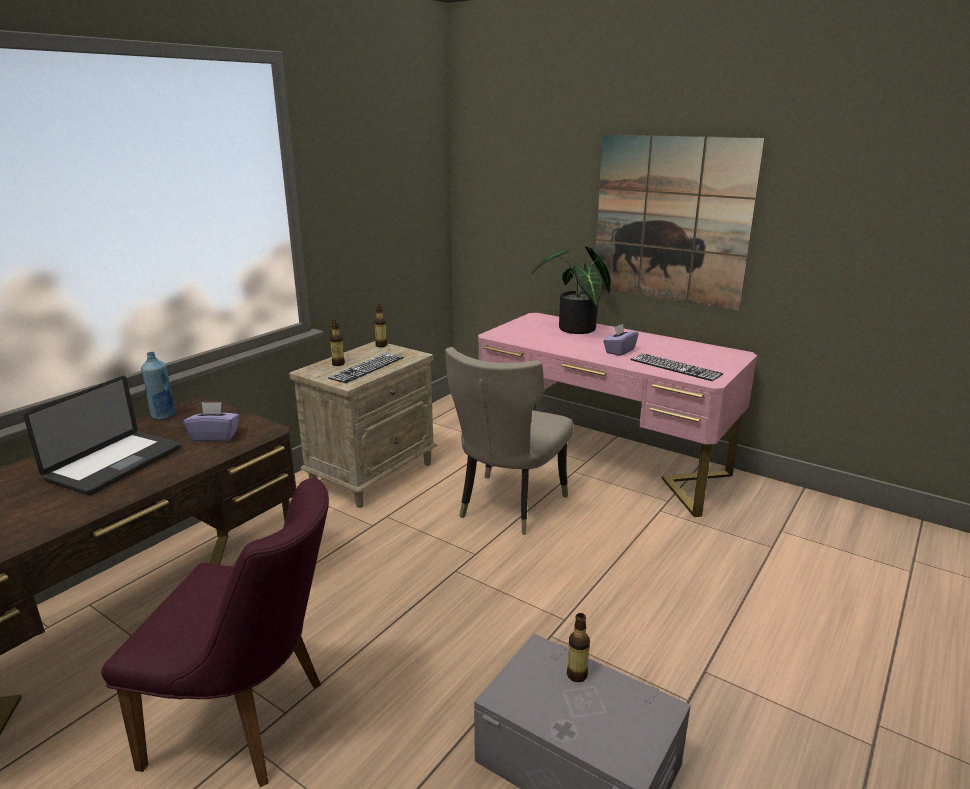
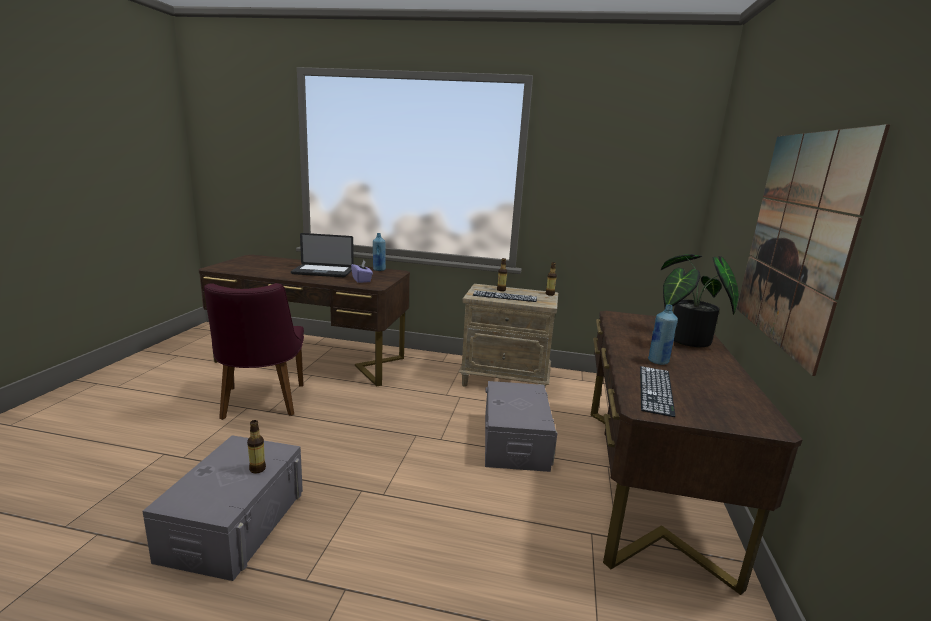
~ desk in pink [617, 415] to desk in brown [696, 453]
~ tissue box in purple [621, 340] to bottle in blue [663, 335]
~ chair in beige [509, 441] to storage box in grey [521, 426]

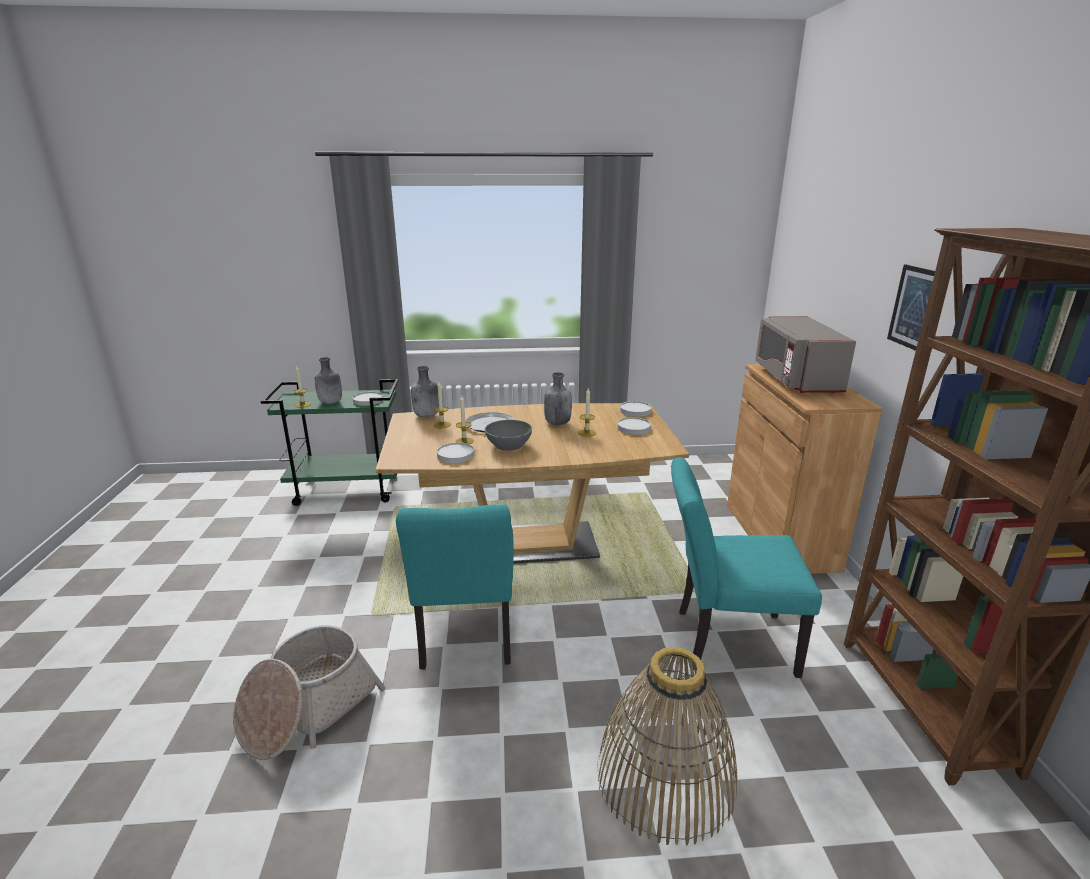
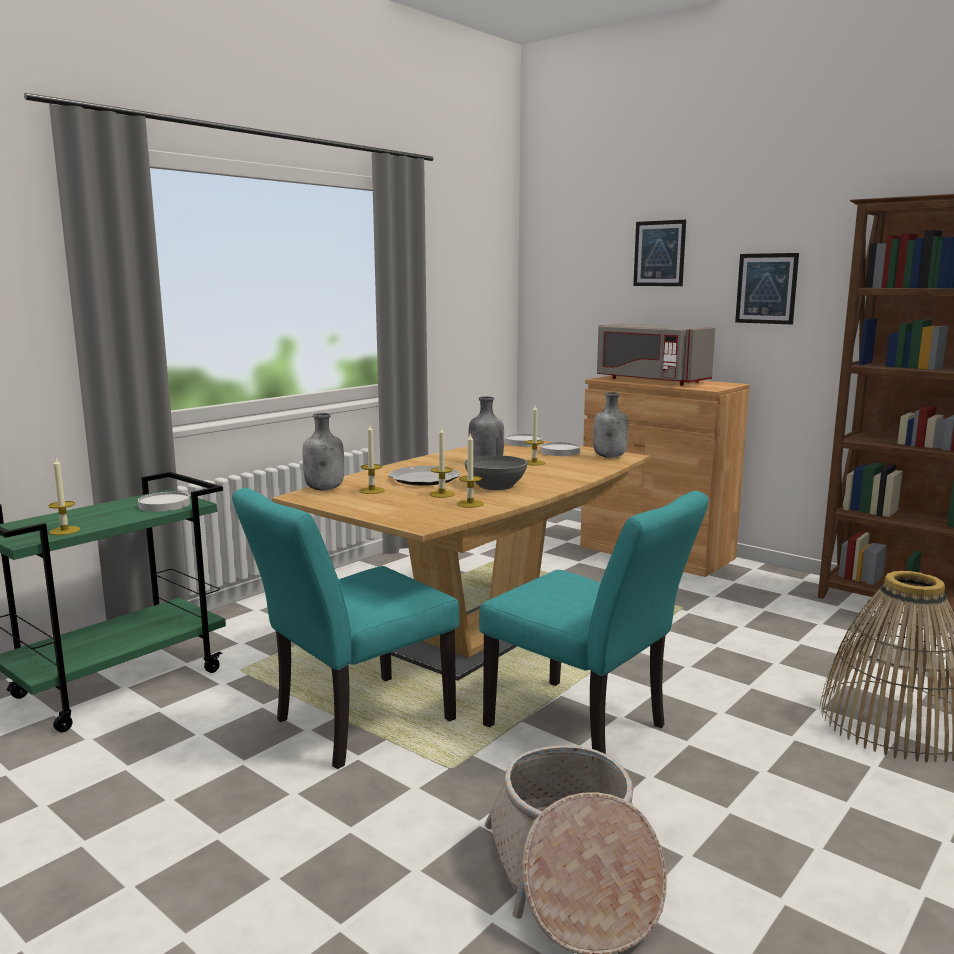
~ bottle in grey [328, 380] to [610, 425]
~ plate in white [455, 453] to candle [470, 471]
~ chair in turquoise [746, 567] to [345, 628]
+ picture [659, 253]

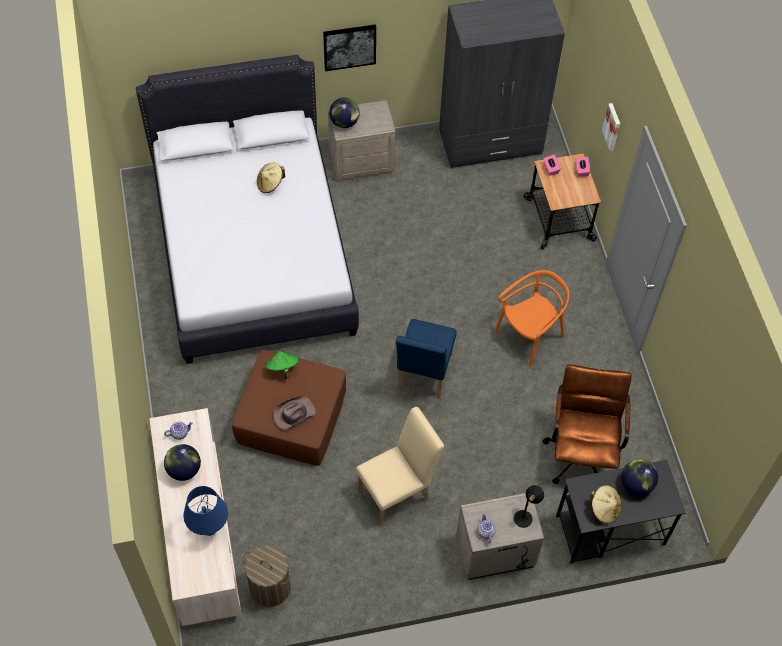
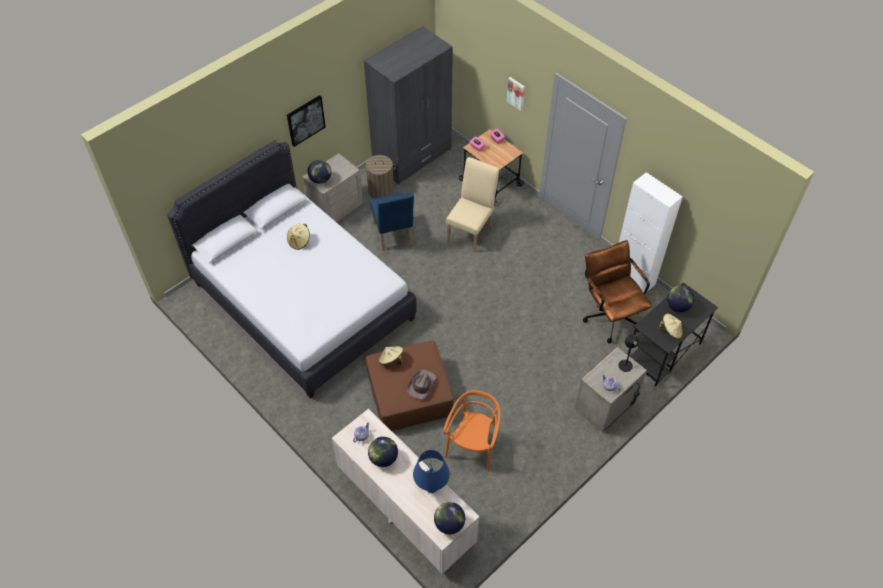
~ chair in orange [531, 318] to [471, 431]
~ chair in blue [426, 358] to [392, 222]
~ hat in green [282, 365] to hat in beige [391, 355]
~ chair in beige [400, 466] to [473, 205]
~ laundry basket [266, 576] to [379, 177]
+ cabinet in white [651, 232]
+ globe [449, 518]

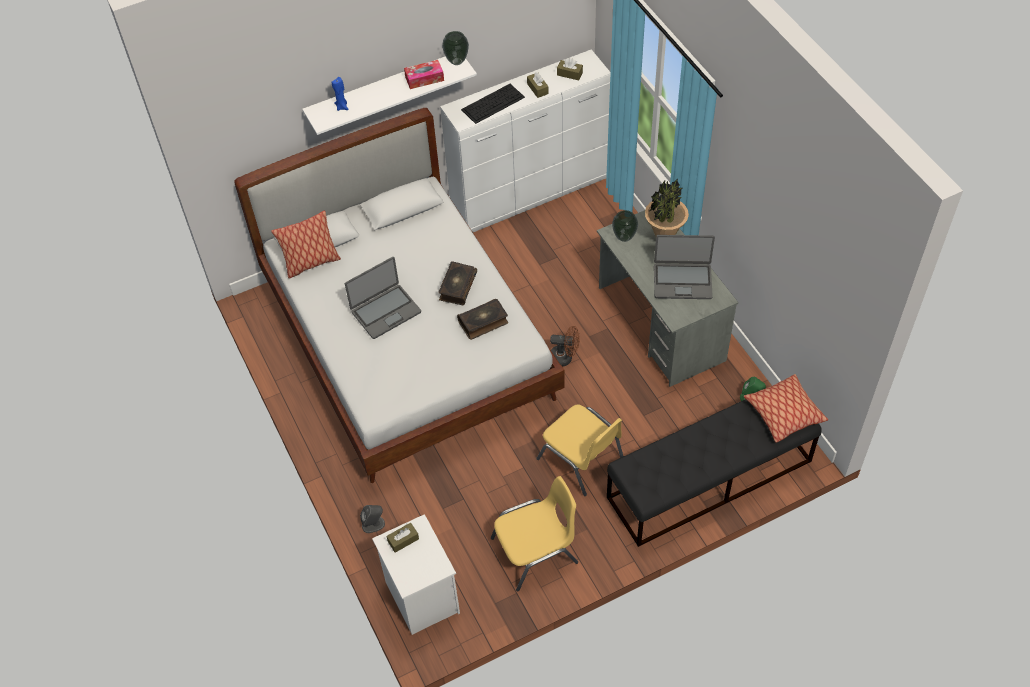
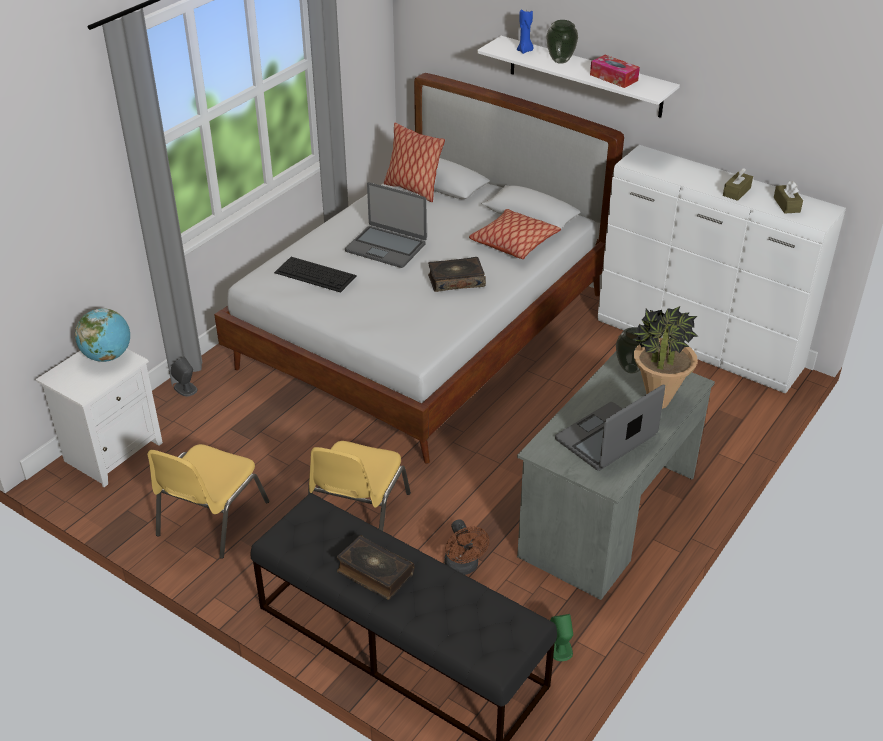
~ vase [455, 48] to [562, 42]
~ keyboard [493, 104] to [315, 275]
~ laptop [684, 267] = [610, 427] 75 degrees clockwise
~ book [482, 319] to [375, 567]
~ fan in brown [565, 346] to [466, 547]
~ pillow [785, 408] to [515, 234]
~ chair in yellow [534, 533] = [208, 501] 75 degrees clockwise
~ tissue box in brown [403, 538] to globe [102, 335]

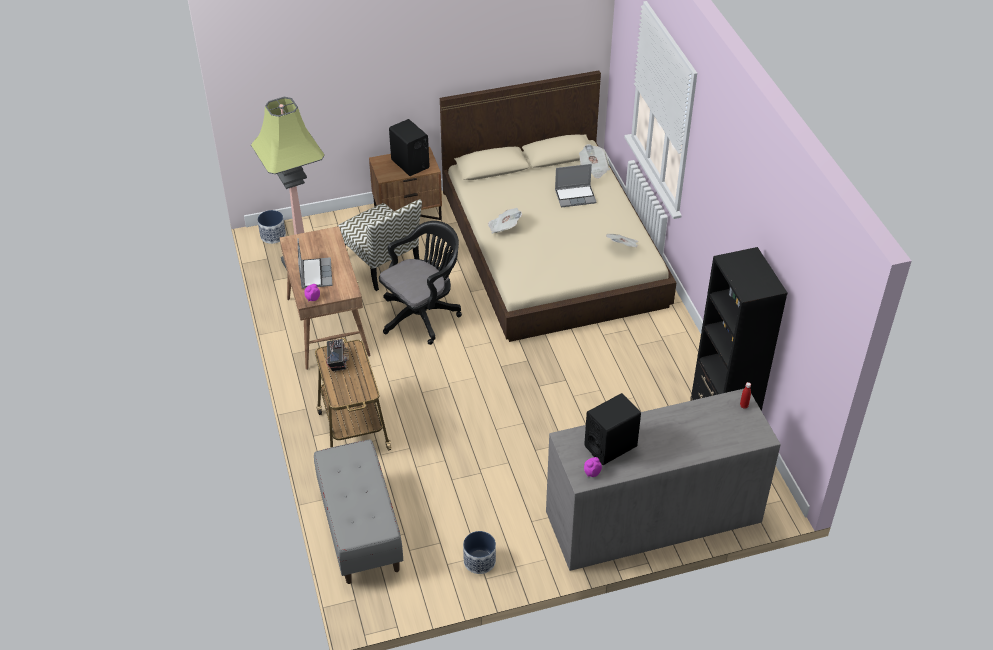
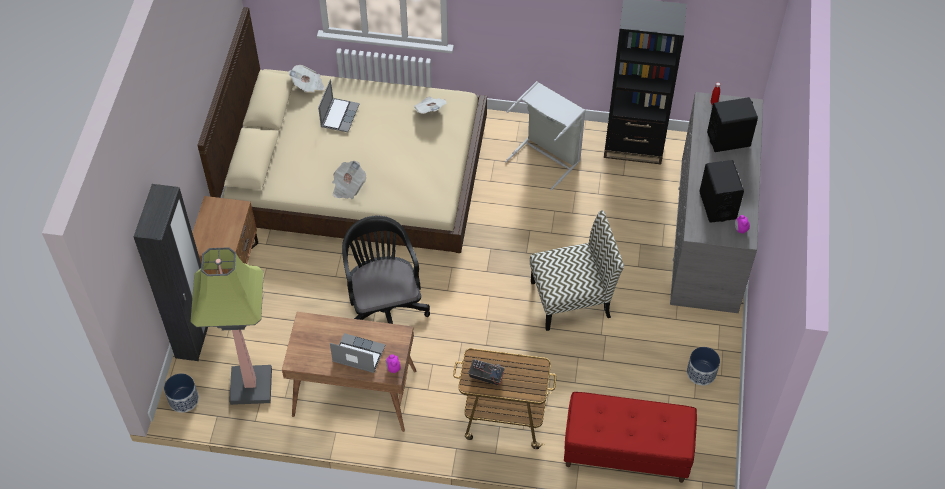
~ speaker in black [409, 147] to [732, 124]
~ chair [379, 245] to [577, 270]
~ bench in grey [358, 512] to bench in red [630, 437]
+ laundry basket in grey [545, 136]
+ wardrobe in black [171, 272]

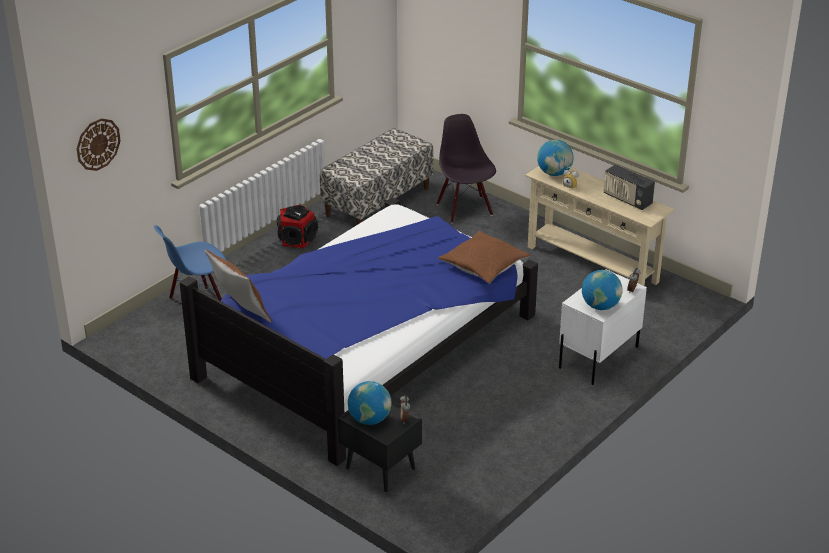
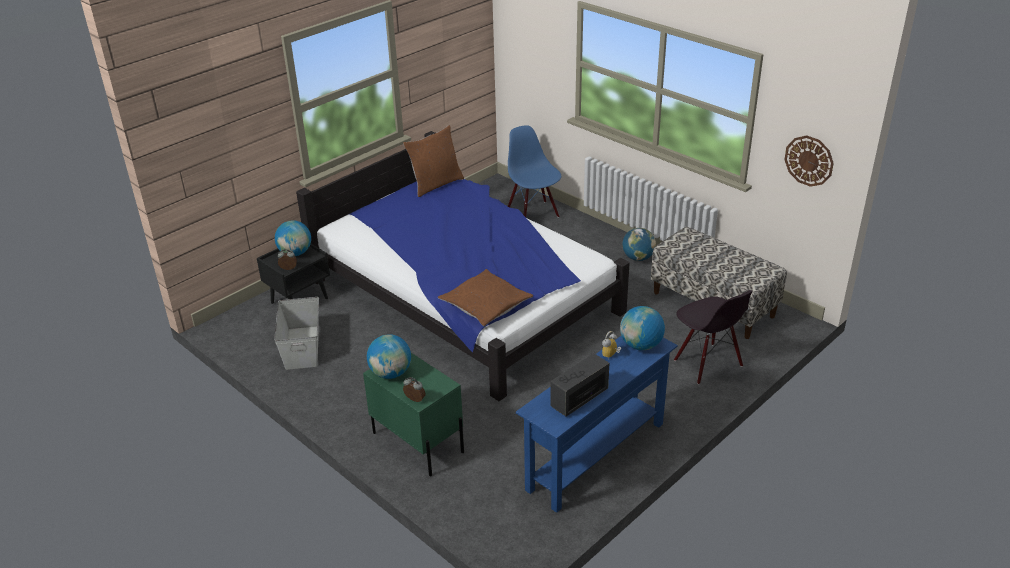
~ chair in black [466, 168] = [713, 337] 75 degrees clockwise
~ wall clock [99, 144] to [809, 161]
~ console table in beige [599, 226] to console table in blue [597, 424]
~ speaker [297, 226] to globe [639, 244]
~ nightstand in white [603, 327] to nightstand in green [413, 414]
+ storage box in grey [296, 333]

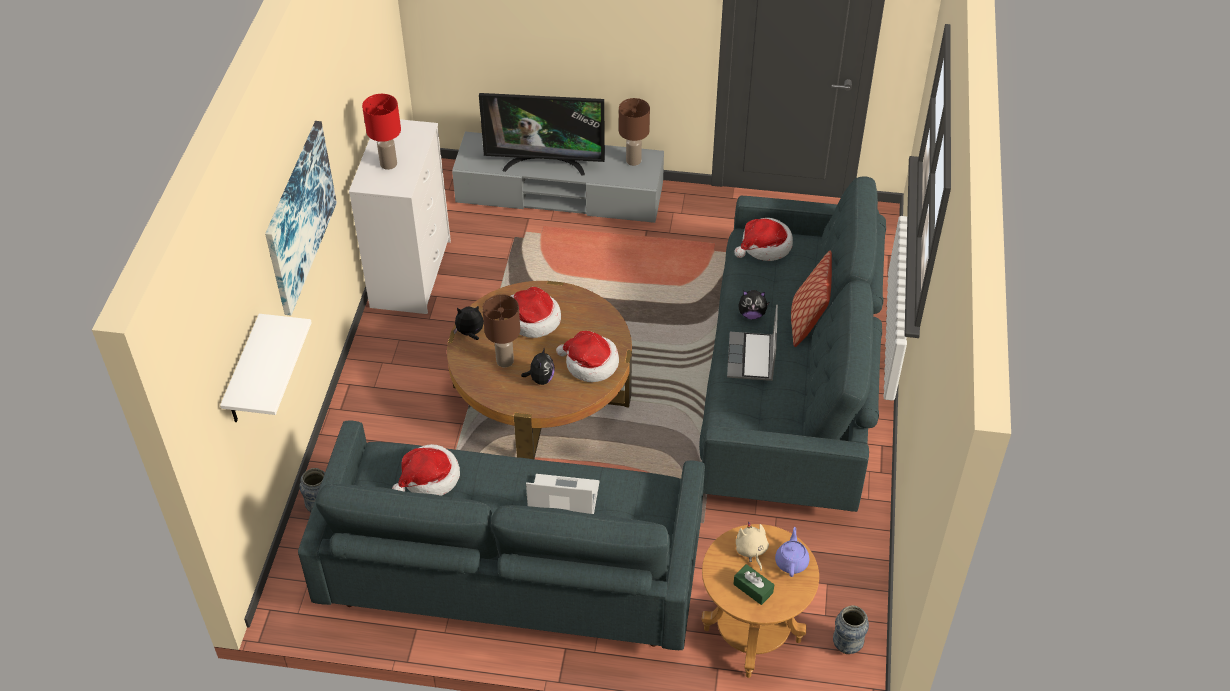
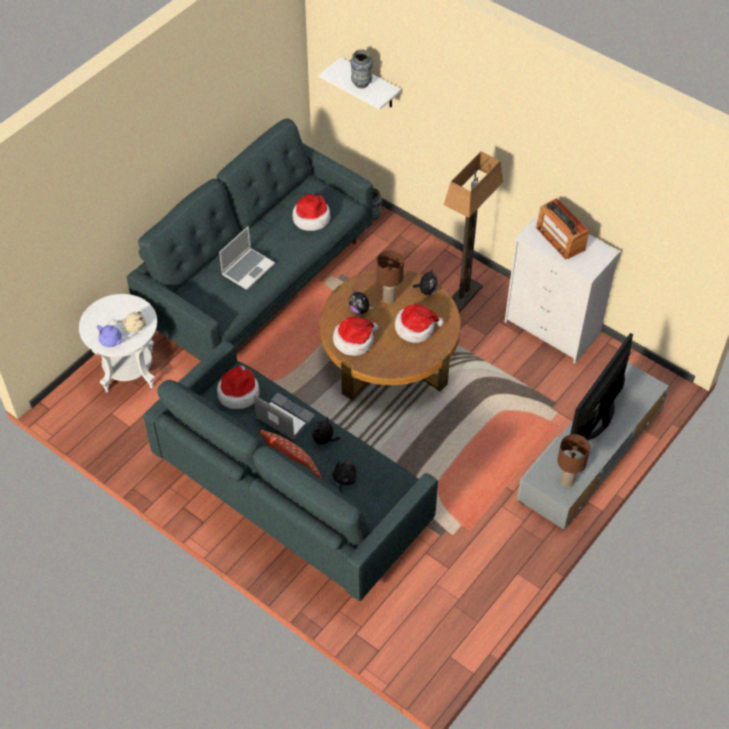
~ table lamp in red [381, 132] to radio [562, 228]
- picture [301, 218]
~ hat [763, 239] to [238, 387]
~ side table in brown [760, 601] to side table in white [118, 343]
- tissue box in green [753, 584]
~ vase [851, 629] to [361, 69]
+ floor lamp [473, 232]
+ plush toy in black [344, 476]

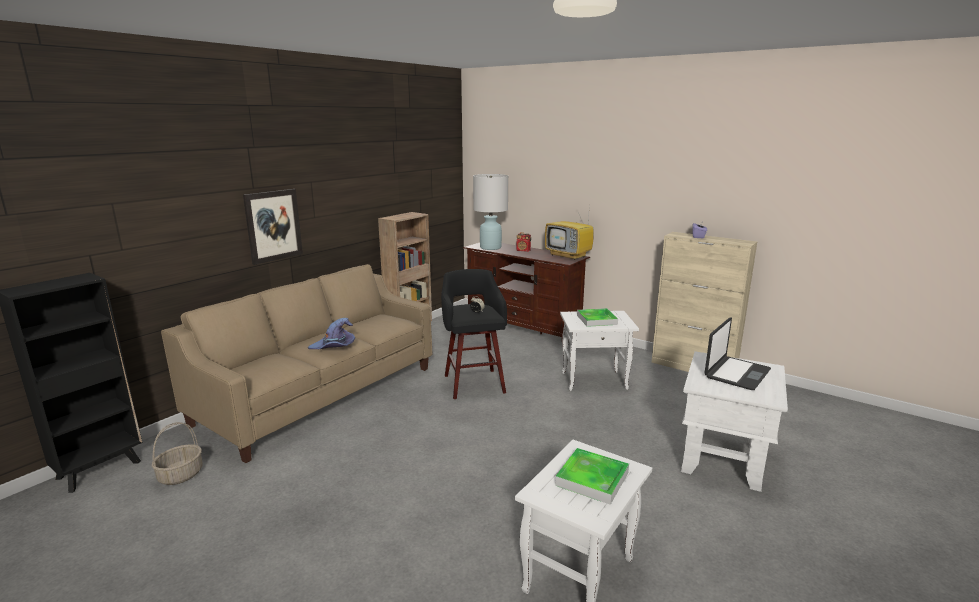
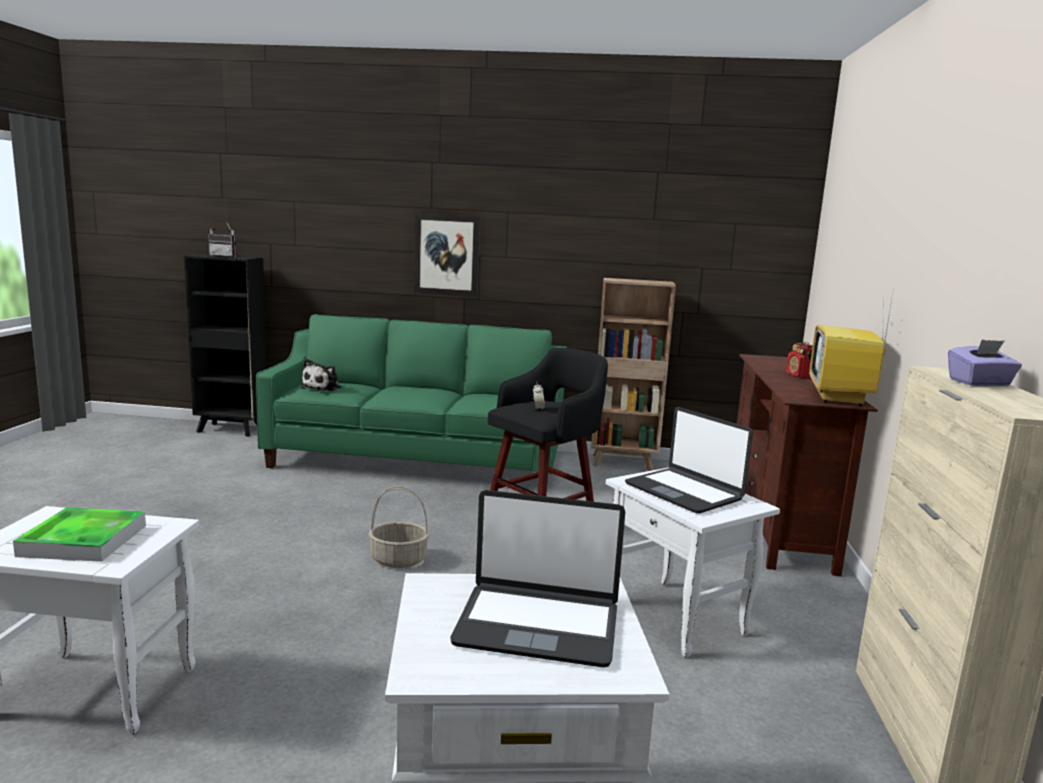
- table lamp in white [490, 212]
~ sofa in beige [296, 363] to sofa in green [411, 394]
~ tray [597, 317] to laptop [689, 460]
- hat in purple [331, 333]
~ basket [177, 453] to [399, 527]
+ radio [222, 240]
+ plush toy [321, 375]

